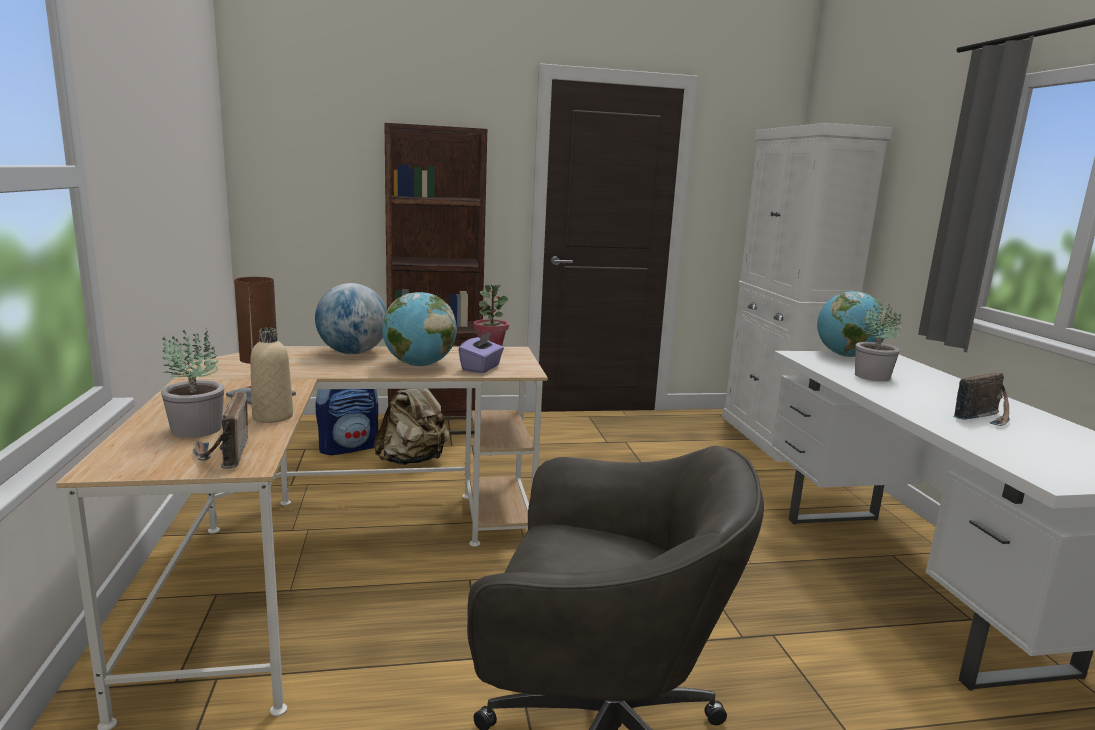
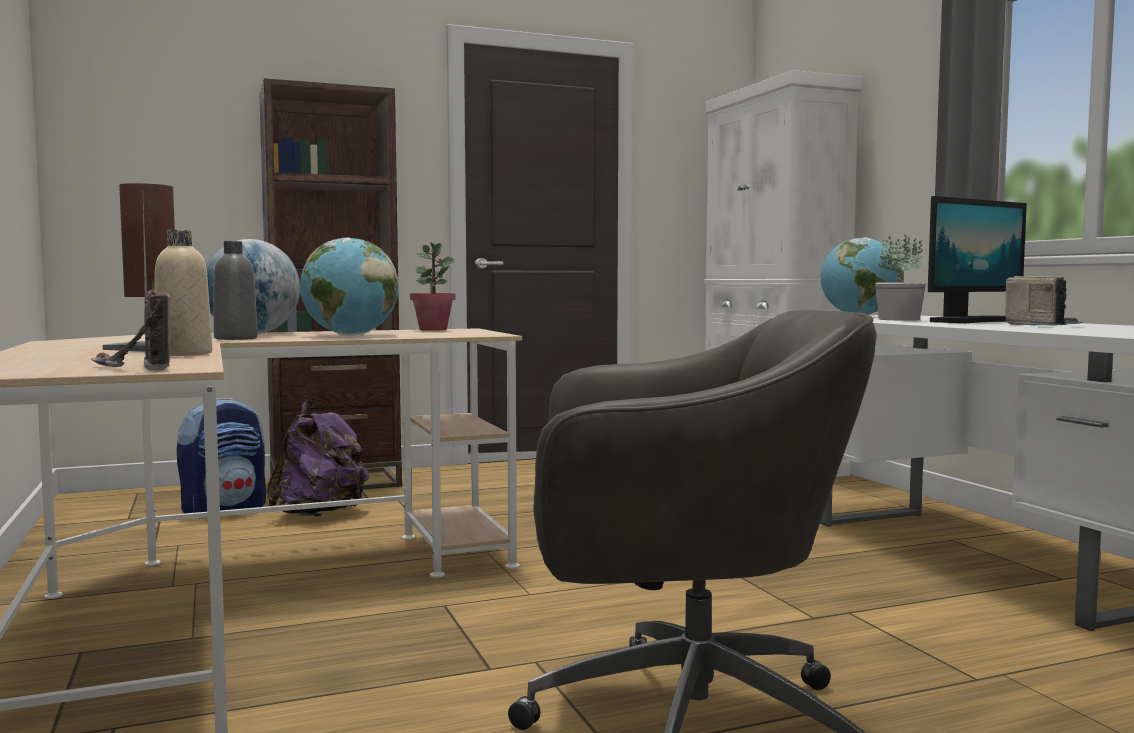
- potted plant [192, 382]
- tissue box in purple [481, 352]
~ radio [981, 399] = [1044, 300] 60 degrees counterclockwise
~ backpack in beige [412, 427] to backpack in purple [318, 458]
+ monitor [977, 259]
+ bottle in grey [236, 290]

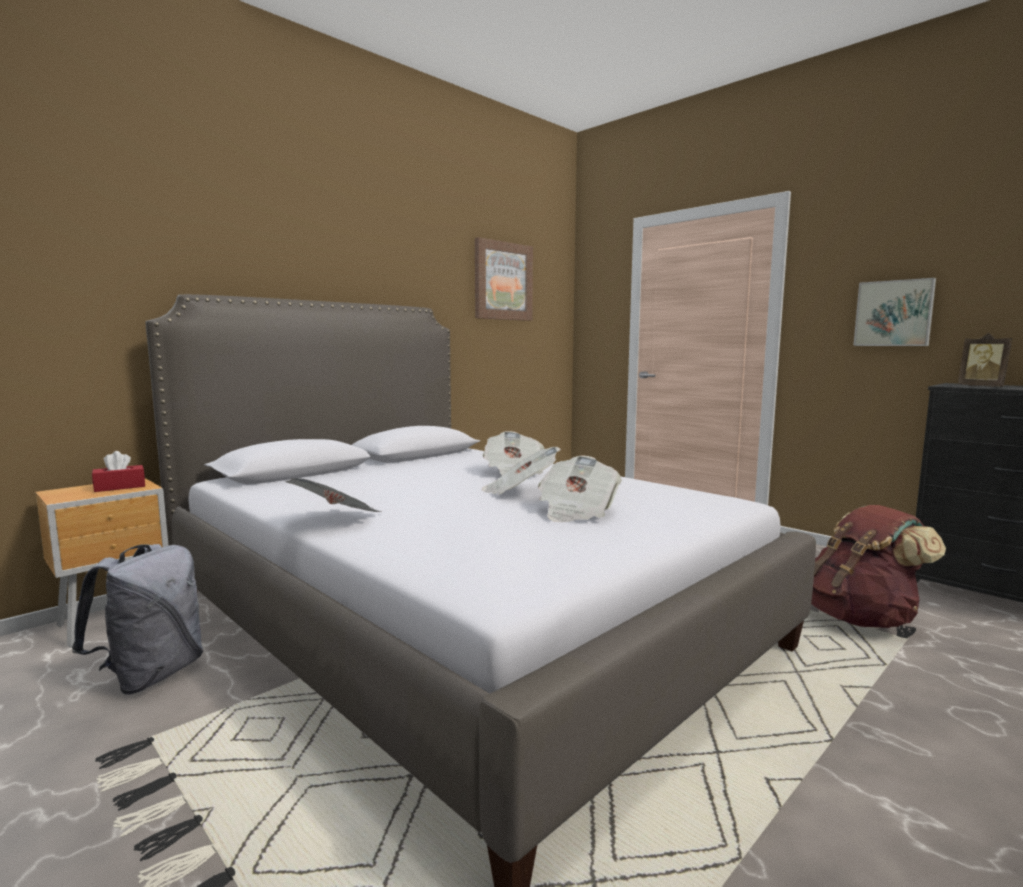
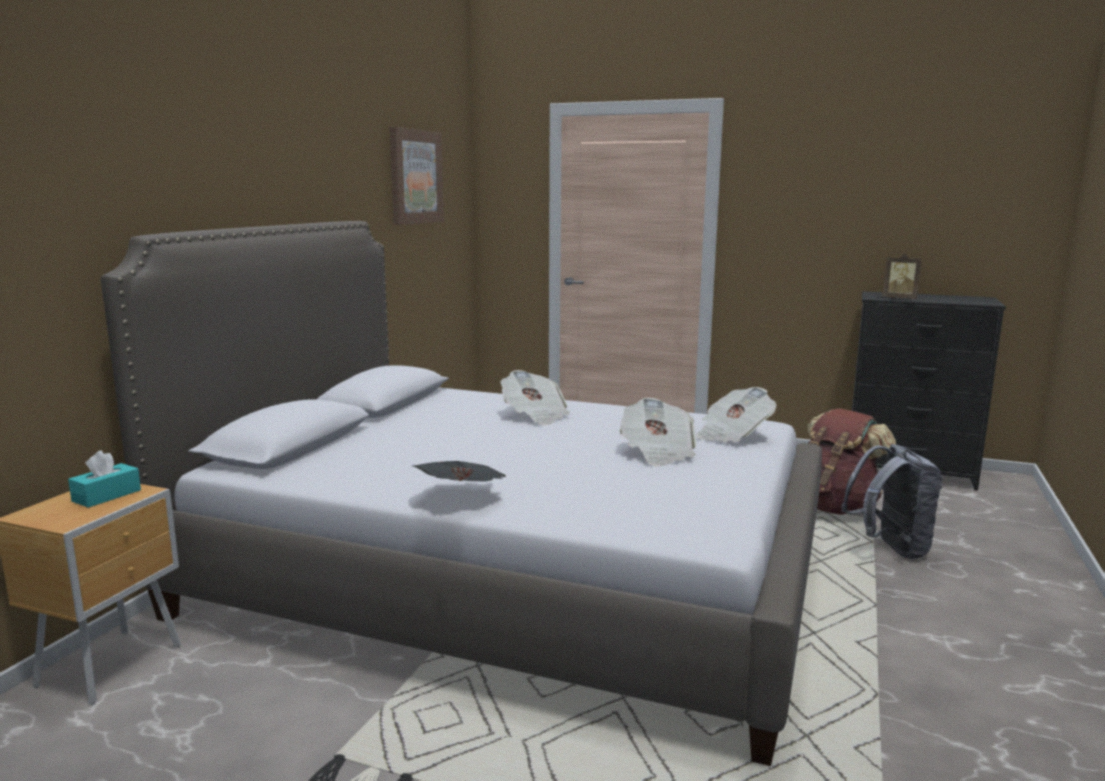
- picture [894, 312]
~ newspaper [521, 471] to [736, 414]
~ tissue box in red [118, 471] to tissue box in turquoise [104, 479]
~ backpack in grey [137, 619] to [891, 501]

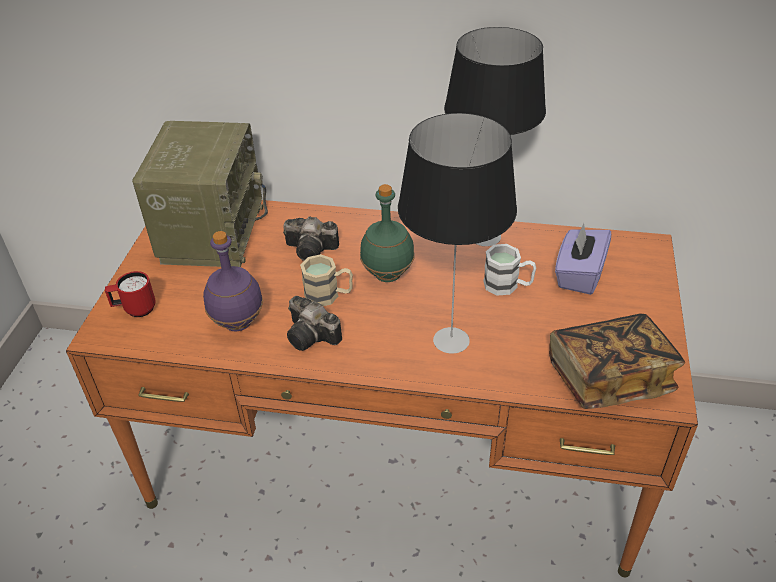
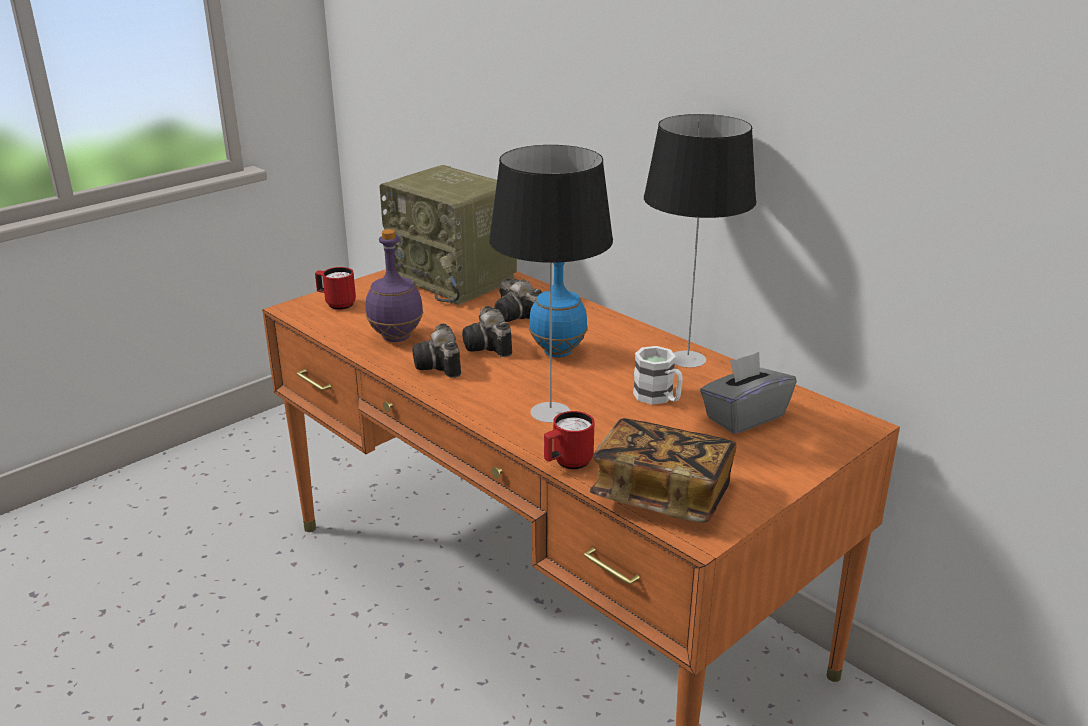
~ radio [200, 194] = [448, 235] 90 degrees clockwise
~ bottle in green [387, 233] to bottle in blue [558, 309]
~ tissue box in purple [583, 259] to tissue box in grey [748, 393]
~ mug in beige [326, 280] to photo camera [487, 331]
+ mug in red [569, 440]

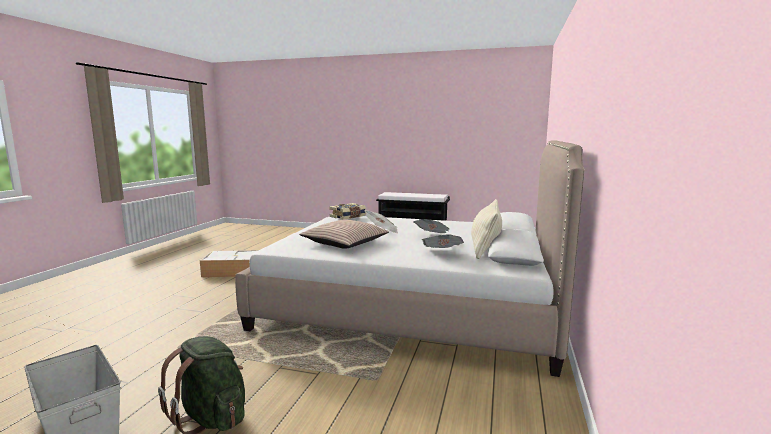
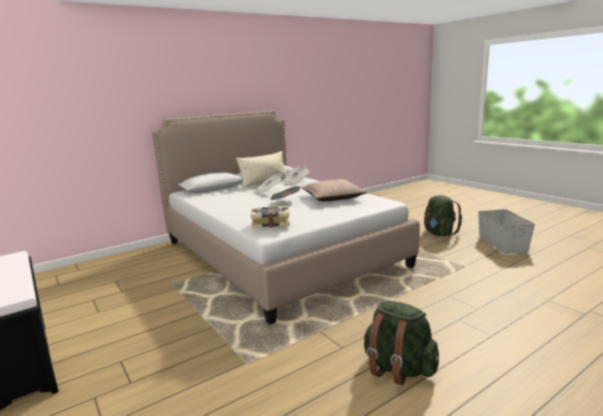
~ storage box [229, 263] to backpack in green [401, 343]

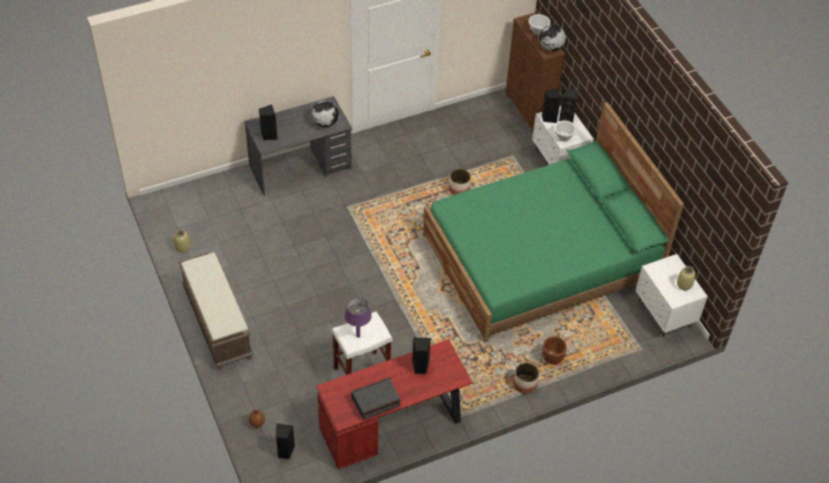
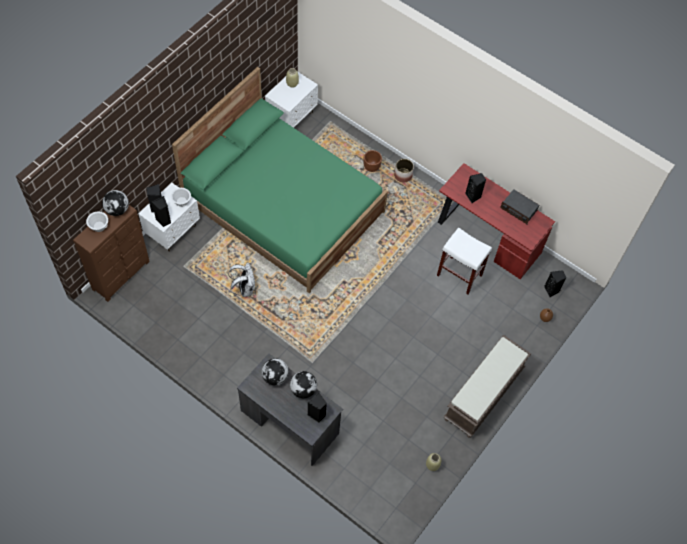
~ planter [460, 182] to backpack in white [241, 280]
- table lamp in purple [358, 317]
+ globe [303, 384]

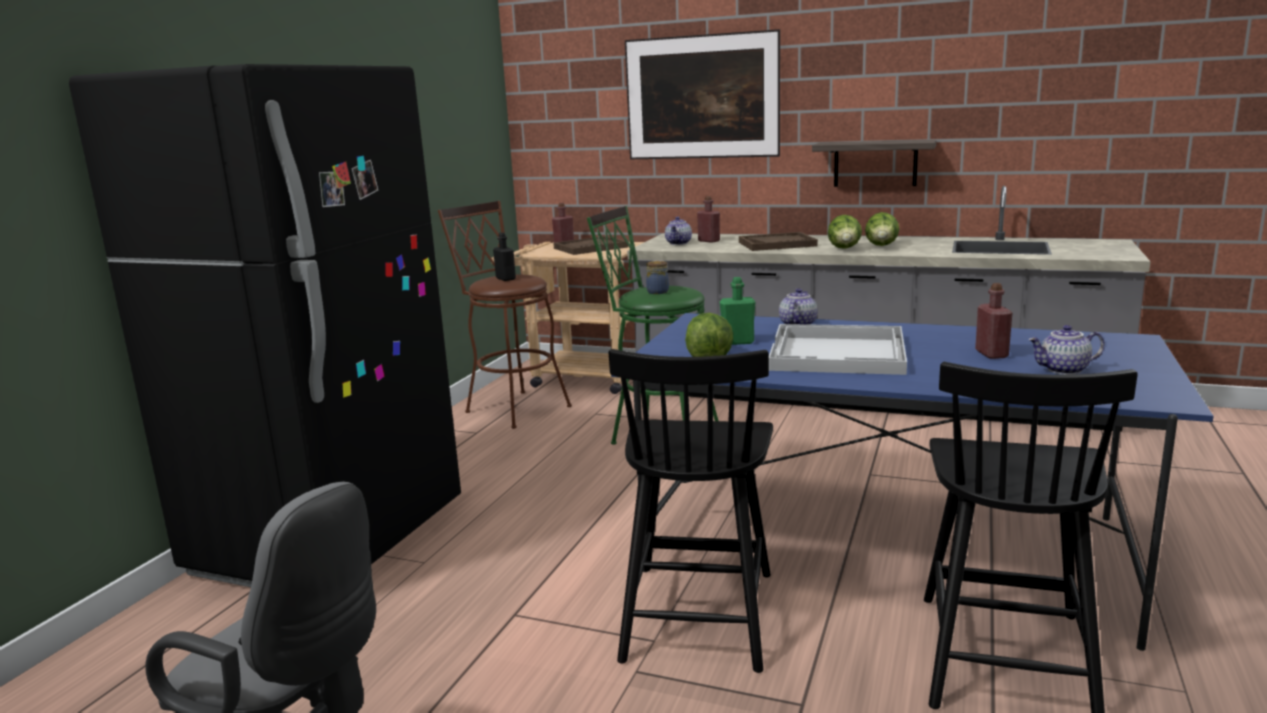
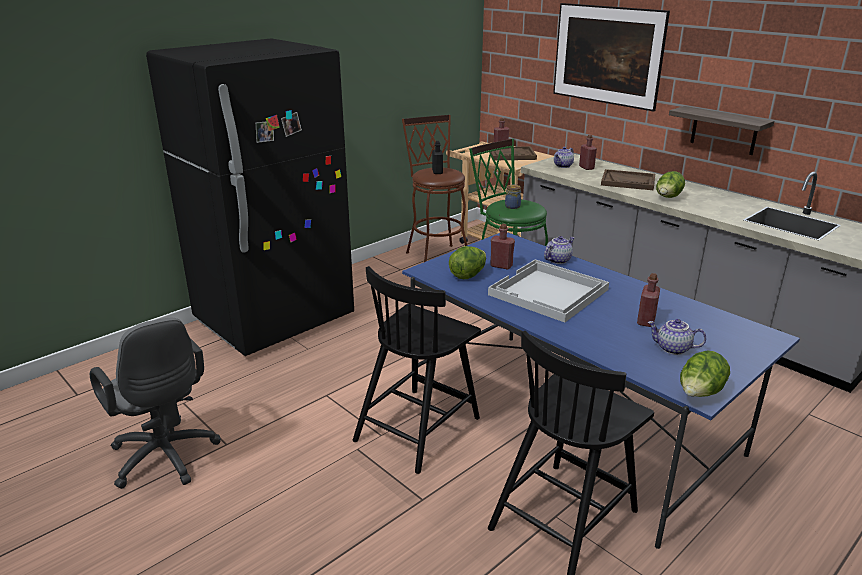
~ lettuce [882, 229] to [705, 374]
~ bottle in green [738, 311] to bottle in red [502, 246]

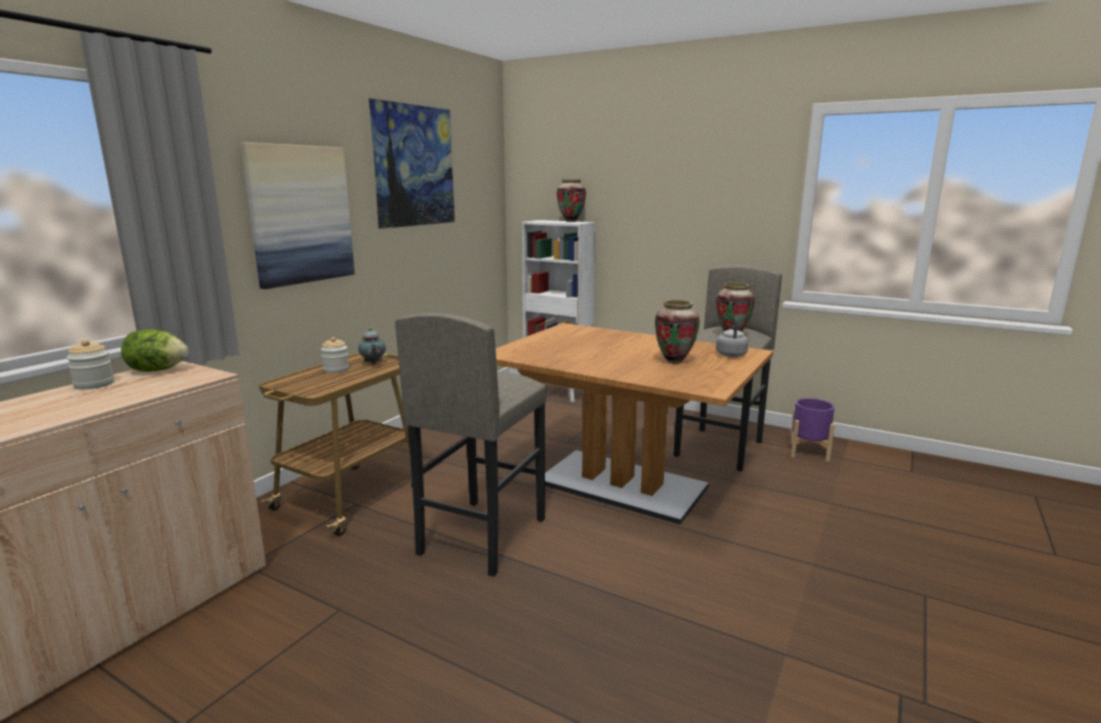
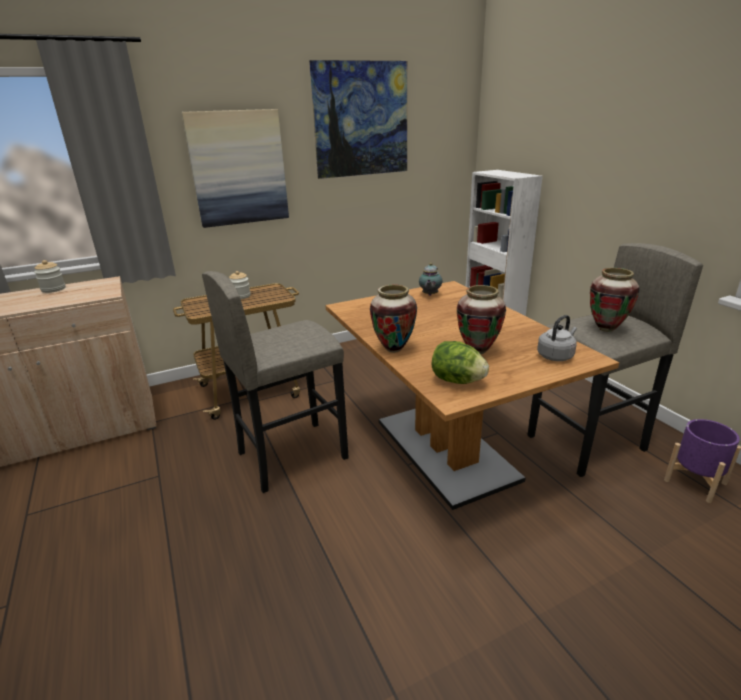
~ vase [571, 201] to [393, 319]
~ teapot [372, 346] to [430, 279]
~ lettuce [154, 350] to [460, 362]

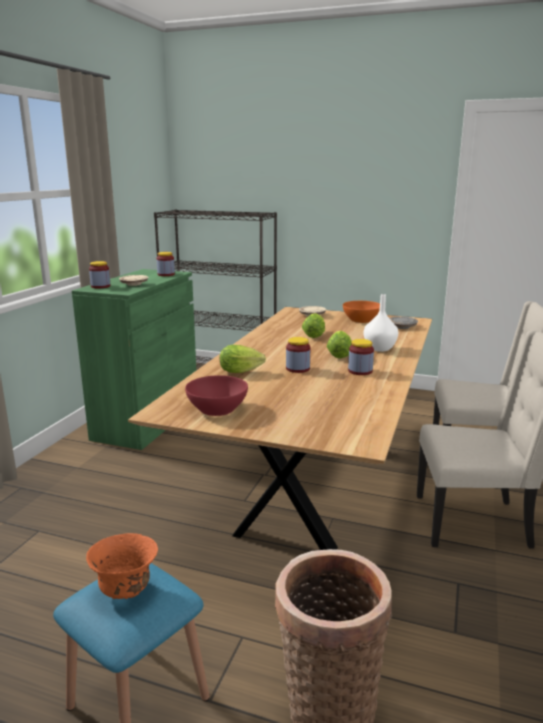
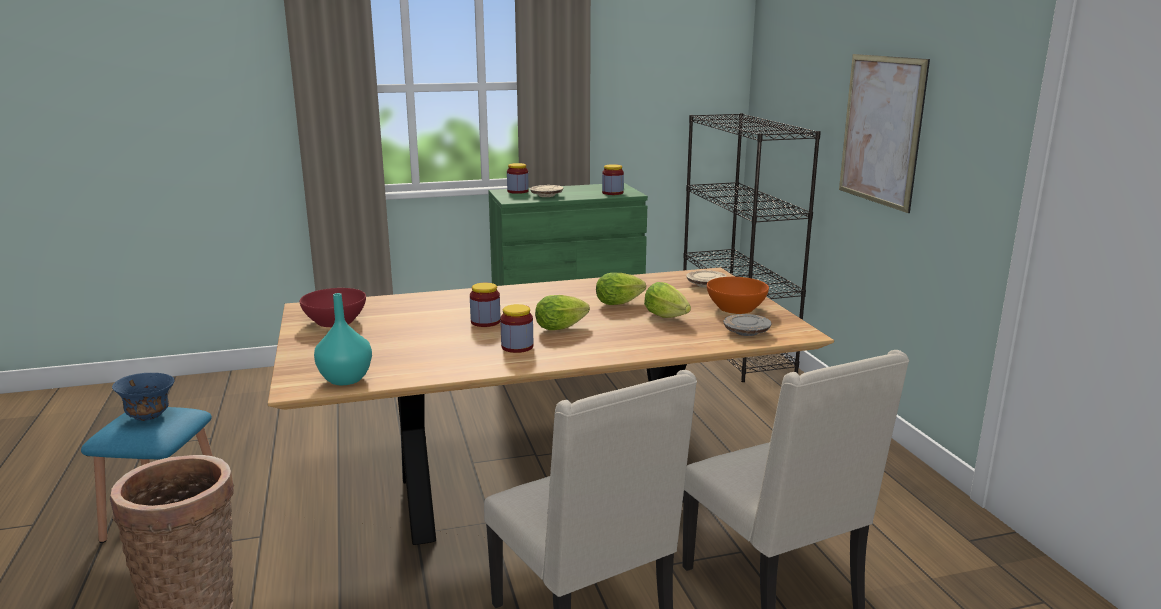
- vase in white [381, 323]
~ lettuce [243, 359] to [667, 300]
~ bowl in orange [122, 566] to bowl in blue [143, 397]
+ picture [884, 133]
+ vase in turquoise [343, 339]

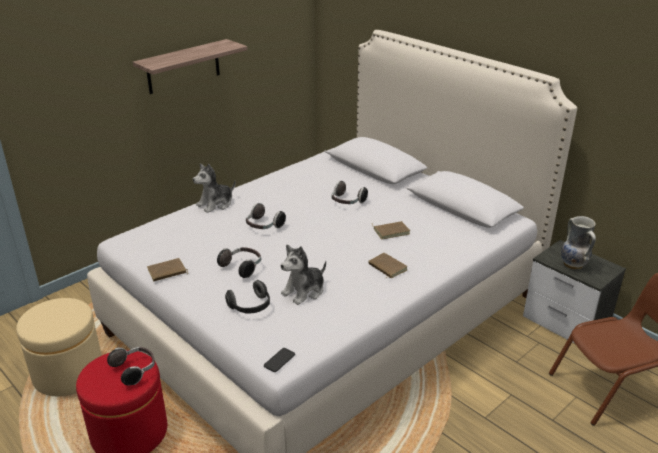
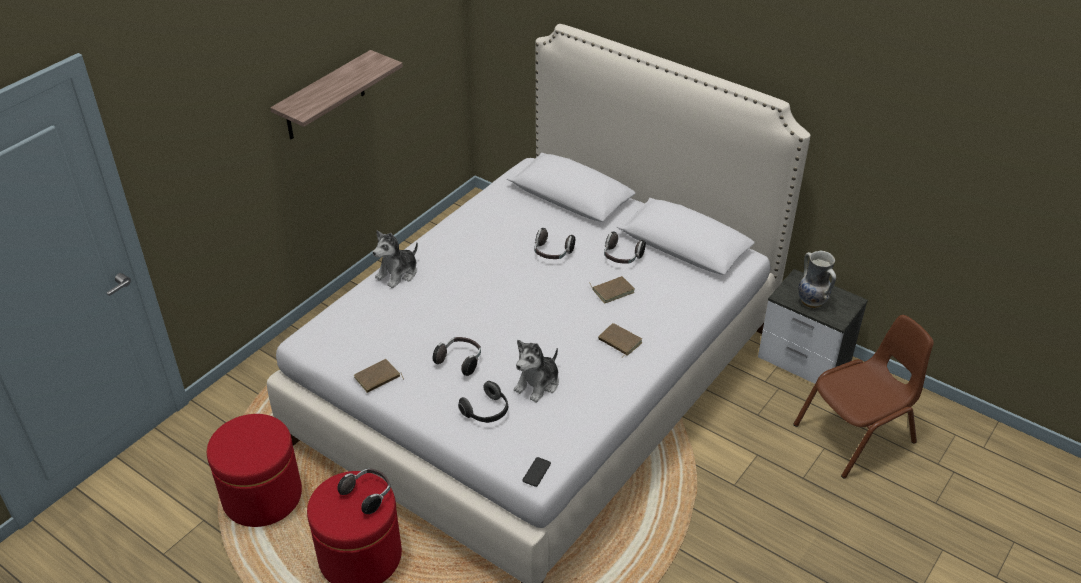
~ headphones [266, 216] to [625, 247]
~ ottoman in beige [59, 347] to ottoman in red [254, 470]

